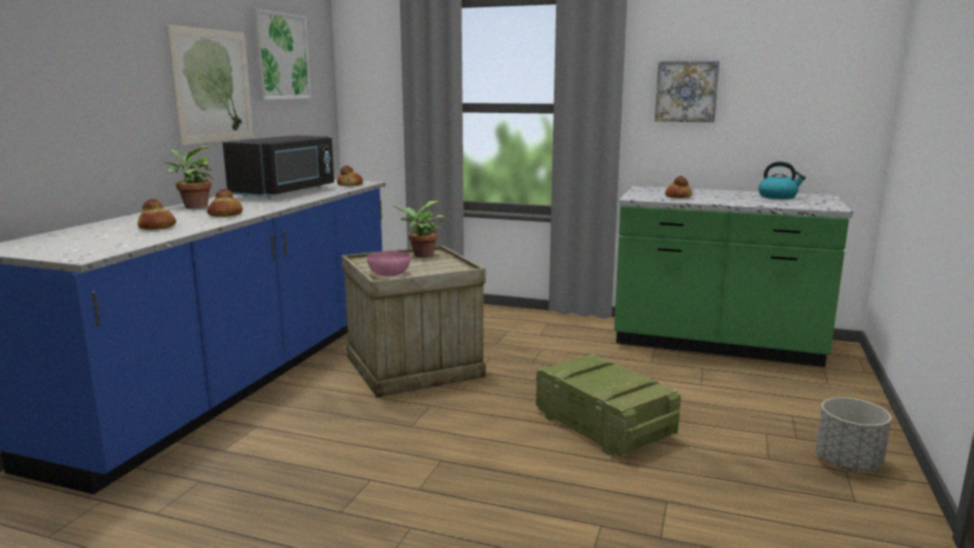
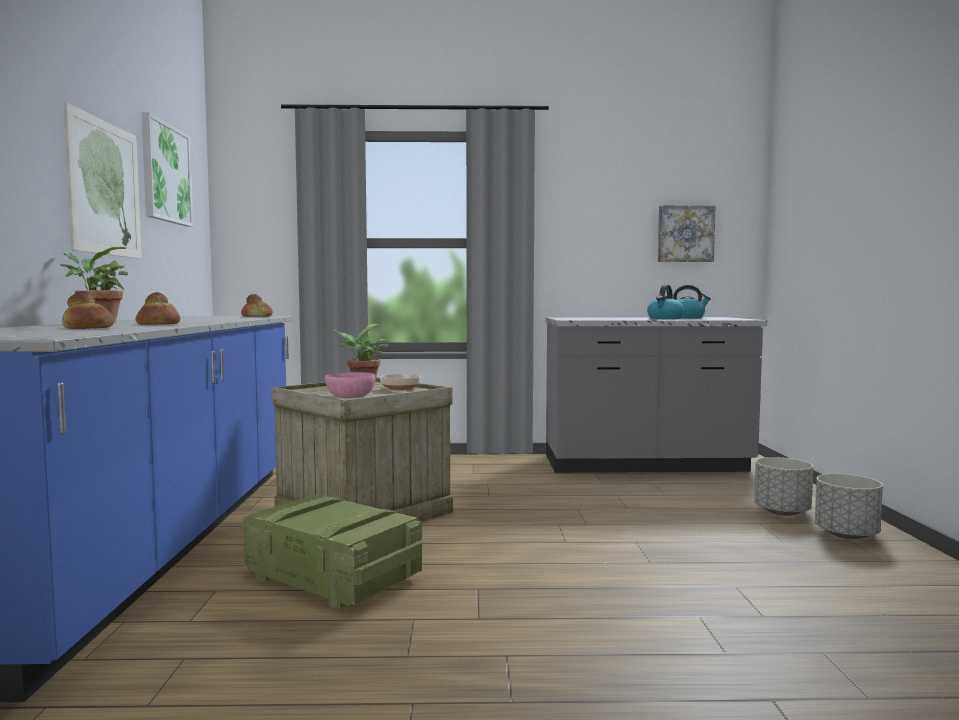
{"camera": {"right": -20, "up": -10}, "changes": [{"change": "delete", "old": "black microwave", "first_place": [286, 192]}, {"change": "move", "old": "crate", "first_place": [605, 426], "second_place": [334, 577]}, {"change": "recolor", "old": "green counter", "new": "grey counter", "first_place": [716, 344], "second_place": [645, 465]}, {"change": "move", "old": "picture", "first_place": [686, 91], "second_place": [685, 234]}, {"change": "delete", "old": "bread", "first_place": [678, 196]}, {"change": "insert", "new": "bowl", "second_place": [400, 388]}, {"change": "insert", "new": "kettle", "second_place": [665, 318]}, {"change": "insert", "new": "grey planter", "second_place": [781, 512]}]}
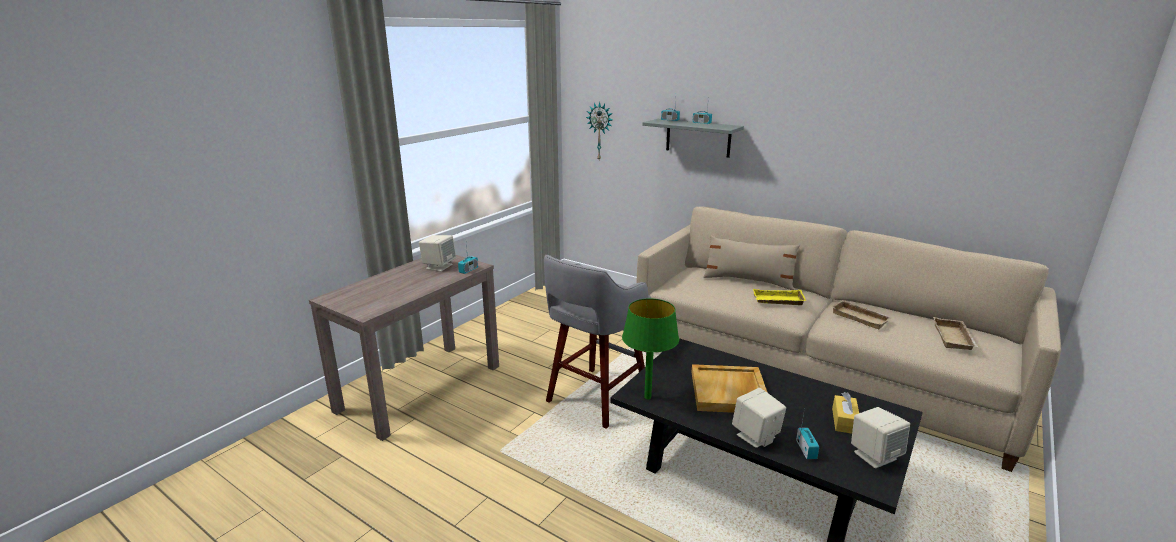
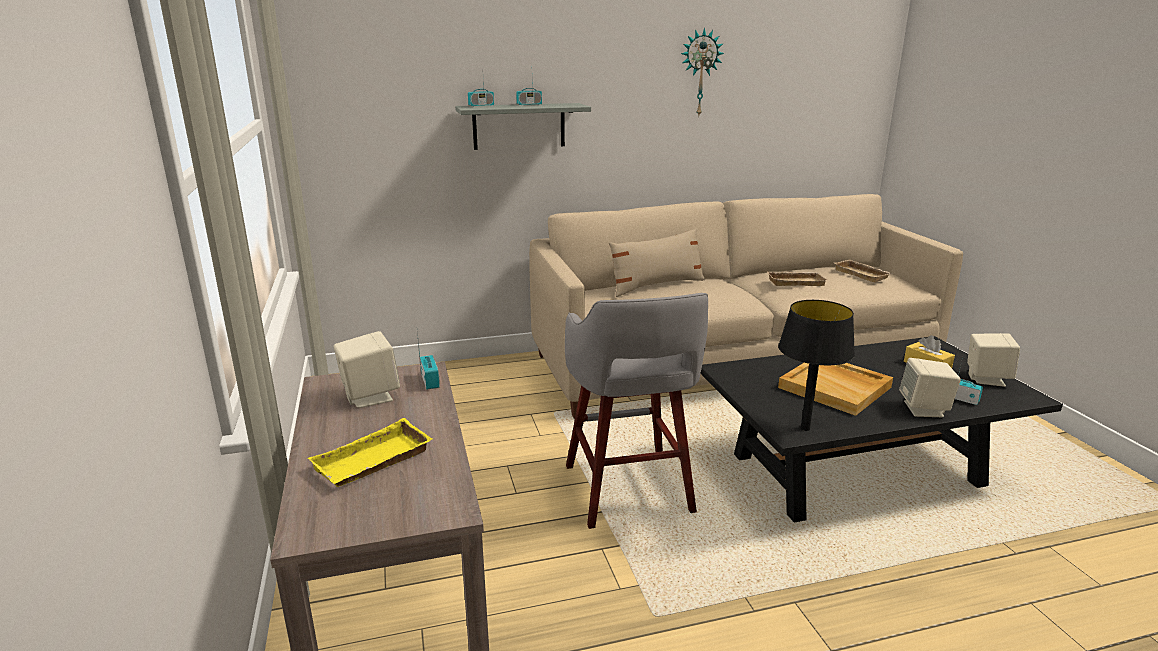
{"camera": {"right": -50, "up": 0}, "changes": [{"change": "move", "old": "wall clock", "first_place": [600, 131], "second_place": [699, 73]}, {"change": "recolor", "old": "green table lamp", "new": "black table lamp", "first_place": [647, 397], "second_place": [805, 428]}, {"change": "move", "old": "yellow tray", "first_place": [777, 301], "second_place": [373, 463]}]}
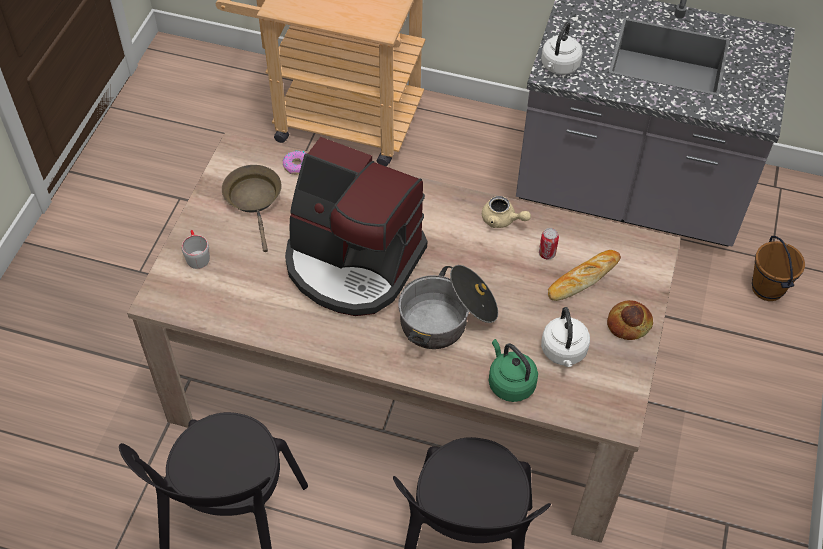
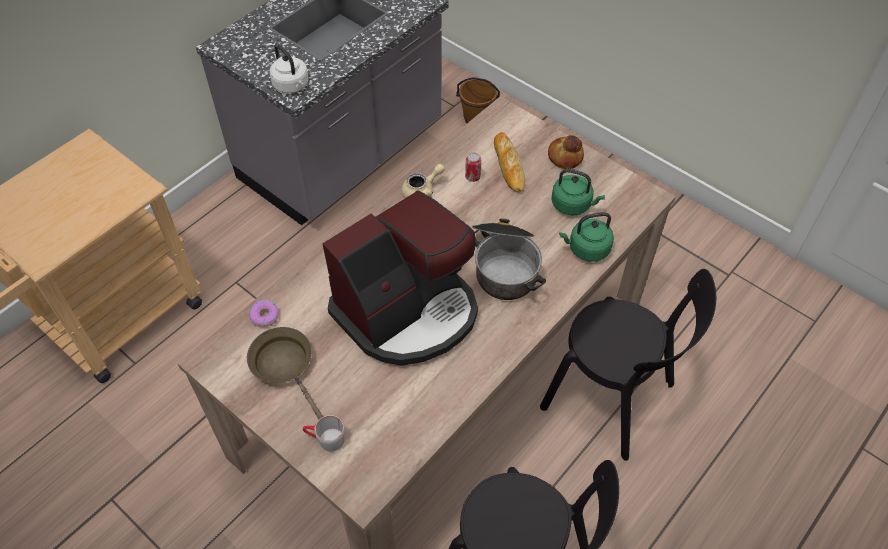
{"camera": {"right": -65, "up": 0}, "changes": [{"change": "rotate", "old": "brown frying pan", "first_place": [254, 200], "second_place": [285, 366], "degrees": 45}, {"change": "recolor", "old": "white kettle", "new": "green kettle", "first_place": [564, 352], "second_place": [573, 205]}]}
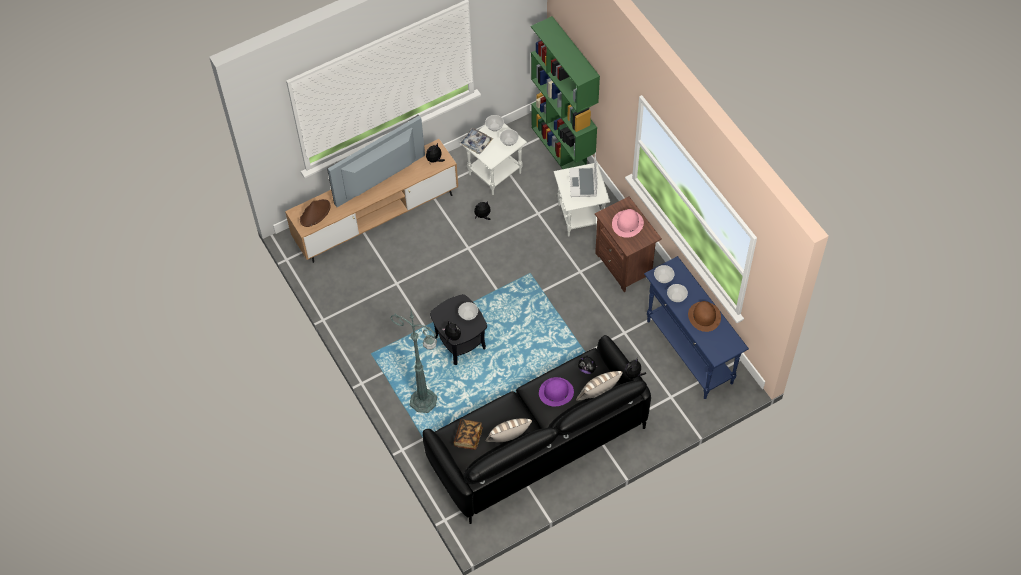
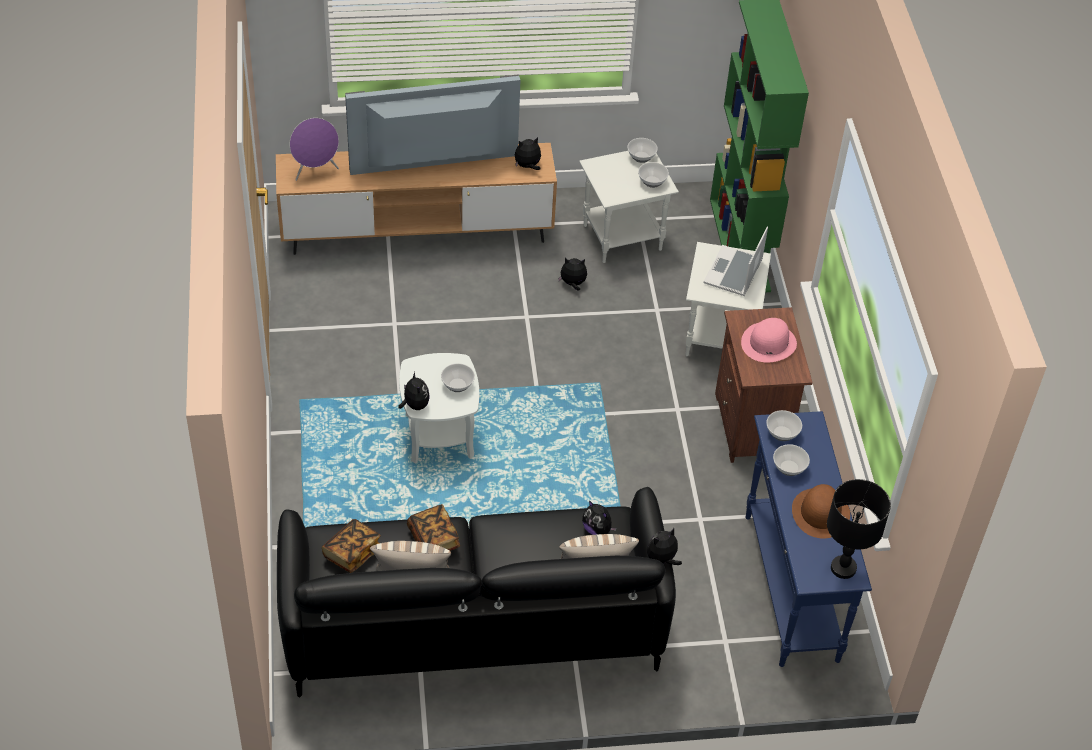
{"camera": {"right": 20, "up": -10}, "changes": [{"change": "replace", "old": "brown hat", "new": "purple speaker", "first_place": [315, 213], "second_place": [315, 171]}, {"change": "delete", "old": "green floor lamp", "first_place": [424, 401]}, {"change": "recolor", "old": "black side table", "new": "white side table", "first_place": [460, 342], "second_place": [439, 435]}, {"change": "delete", "old": "tray", "first_place": [476, 143]}, {"change": "delete", "old": "purple hat", "first_place": [556, 392]}, {"change": "insert", "new": "book", "second_place": [433, 539]}, {"change": "insert", "new": "black table lamp", "second_place": [843, 568]}]}
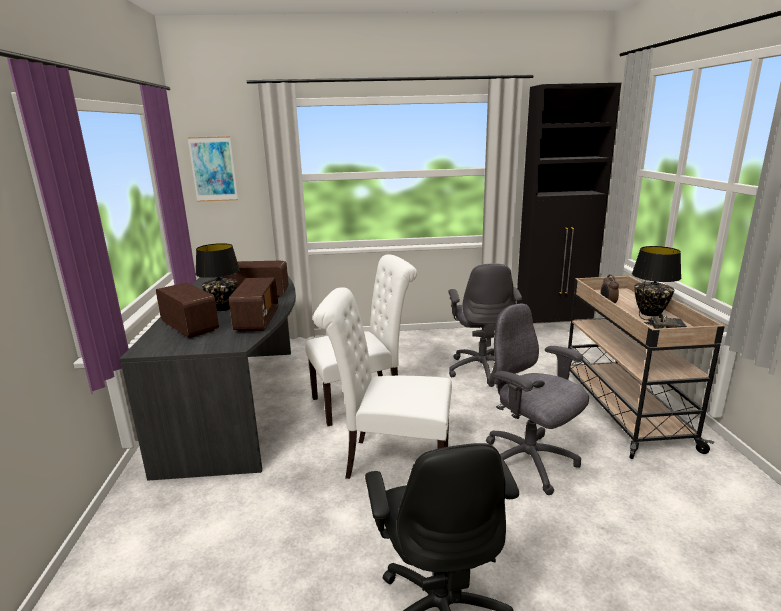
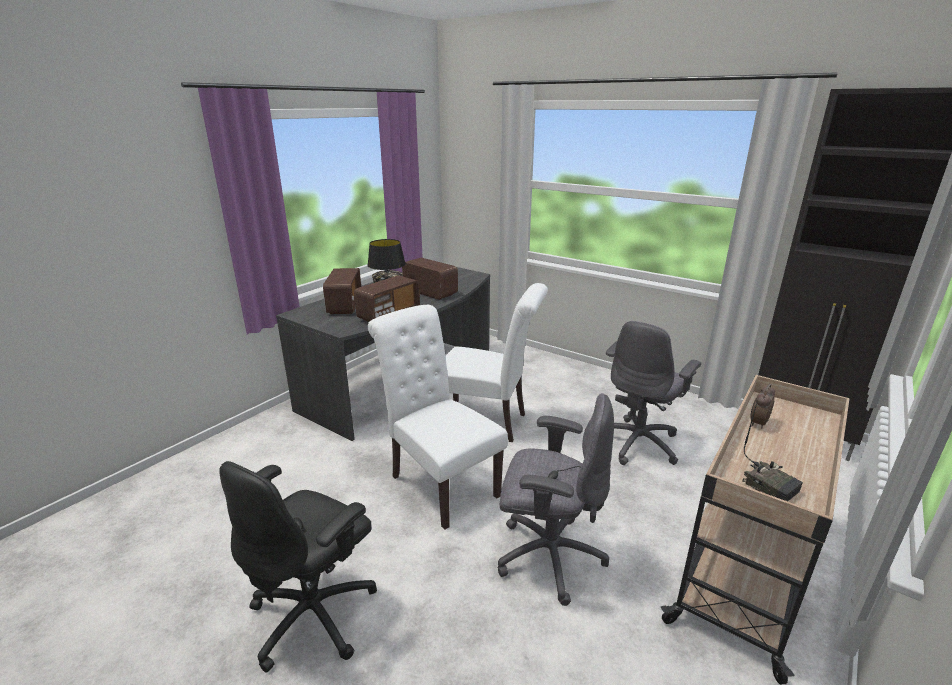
{"camera": {"right": 40, "up": 5}, "changes": [{"change": "delete", "old": "picture", "first_place": [213, 169]}, {"change": "rotate", "old": "grey office chair", "first_place": [529, 463], "second_place": [548, 555], "degrees": 105}, {"change": "delete", "old": "black table lamp", "first_place": [650, 313]}]}
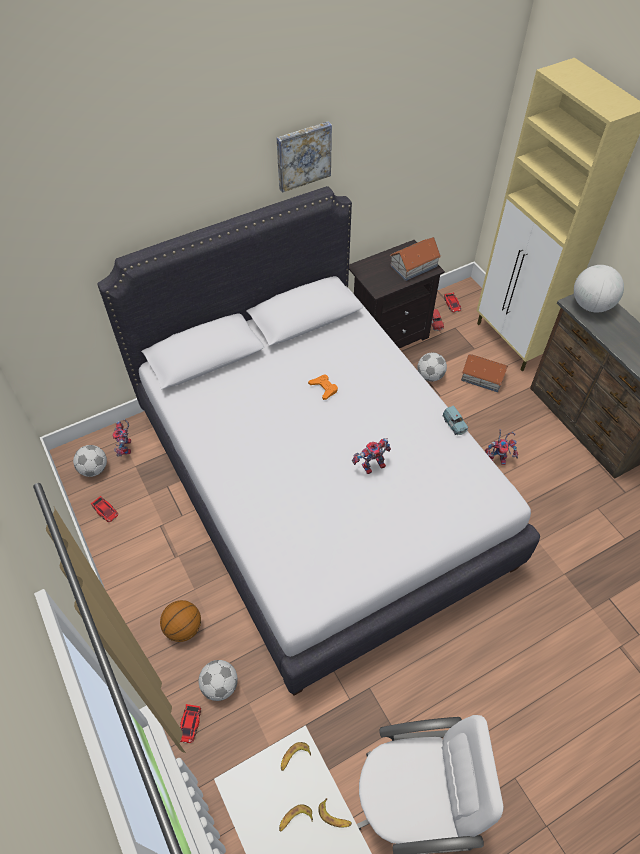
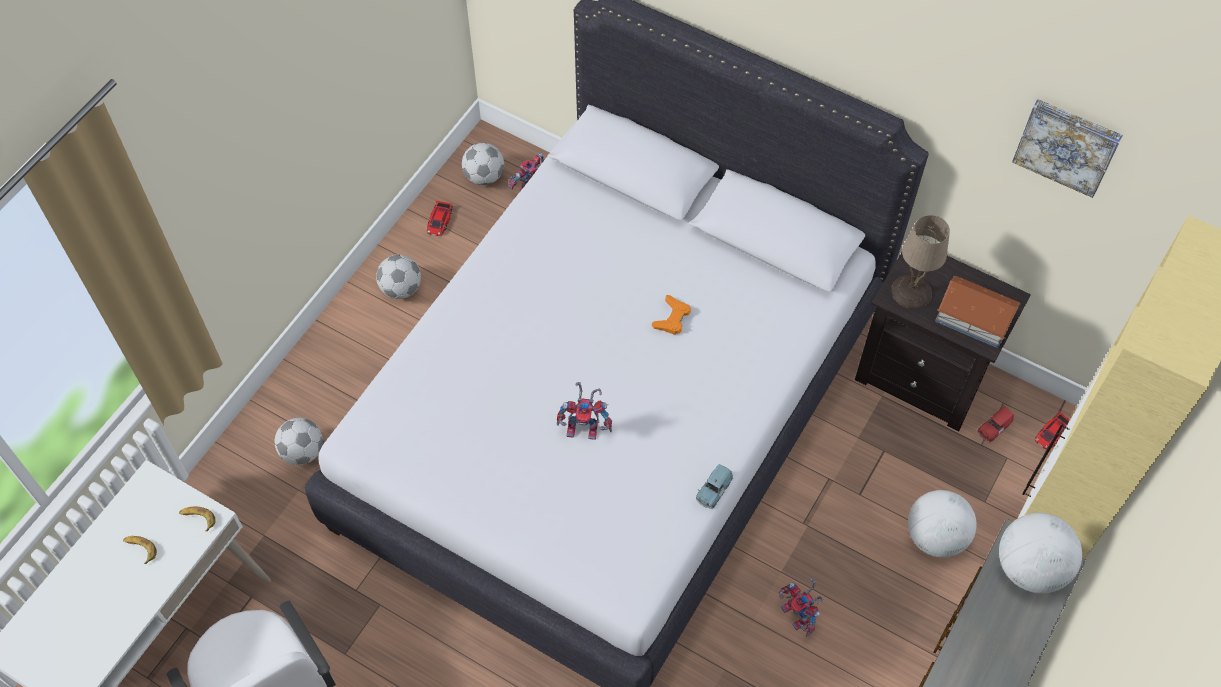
{"camera": {"right": 60, "up": 5}, "changes": [{"change": "delete", "old": "basketball", "first_place": [183, 628]}, {"change": "delete", "old": "toy car", "first_place": [190, 724]}, {"change": "move", "old": "picture", "first_place": [303, 155], "second_place": [1067, 145]}, {"change": "delete", "old": "banana", "first_place": [334, 816]}, {"change": "rotate", "old": "toy robot", "first_place": [372, 468], "second_place": [585, 428], "degrees": 150}, {"change": "move", "old": "football", "first_place": [430, 376], "second_place": [401, 288]}, {"change": "replace", "old": "toy house", "new": "globe", "first_place": [483, 378], "second_place": [935, 537]}, {"change": "insert", "new": "beige table lamp", "second_place": [911, 290]}]}
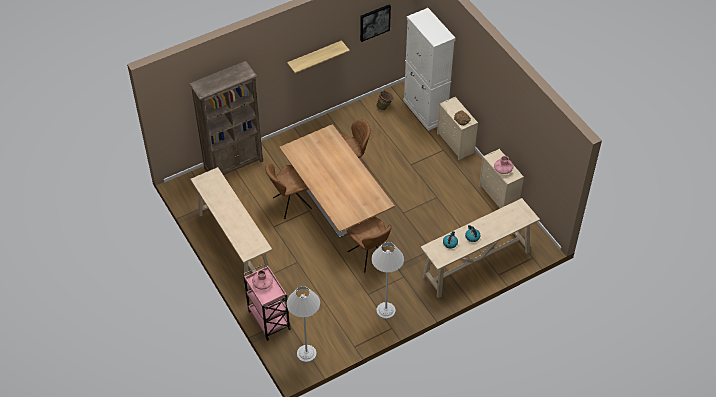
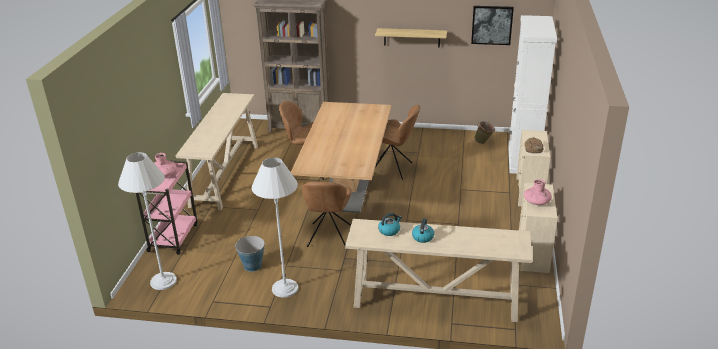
{"camera": {"right": 40, "up": -20}, "changes": [{"change": "insert", "new": "bucket", "second_place": [252, 265]}]}
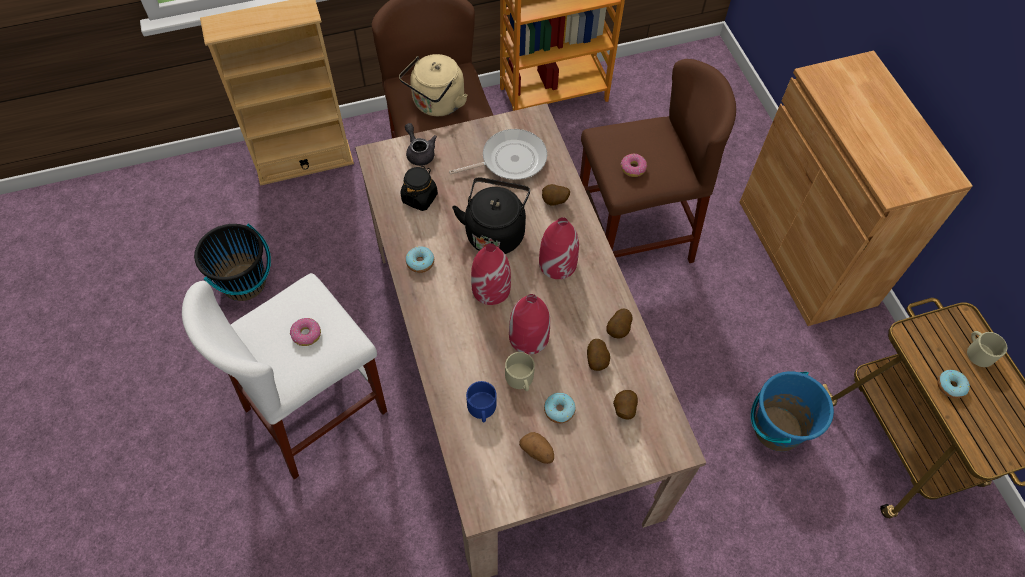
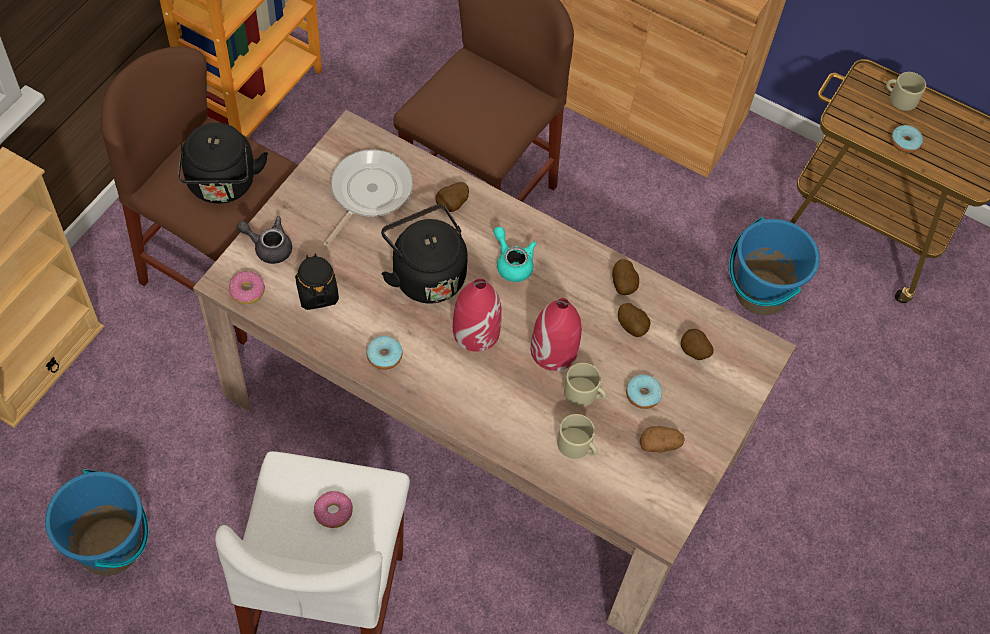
{"camera": {"right": -45, "up": 0}, "changes": [{"change": "recolor", "old": "black bucket", "new": "blue bucket", "first_place": [244, 283], "second_place": [110, 546]}, {"change": "recolor", "old": "beige kettle", "new": "black kettle", "first_place": [436, 104], "second_place": [222, 185]}, {"change": "recolor", "old": "blue mug", "new": "beige mug", "first_place": [482, 409], "second_place": [577, 446]}, {"change": "replace", "old": "red vase", "new": "turquoise teapot", "first_place": [557, 263], "second_place": [512, 263]}, {"change": "move", "old": "donut", "first_place": [633, 168], "second_place": [247, 291]}]}
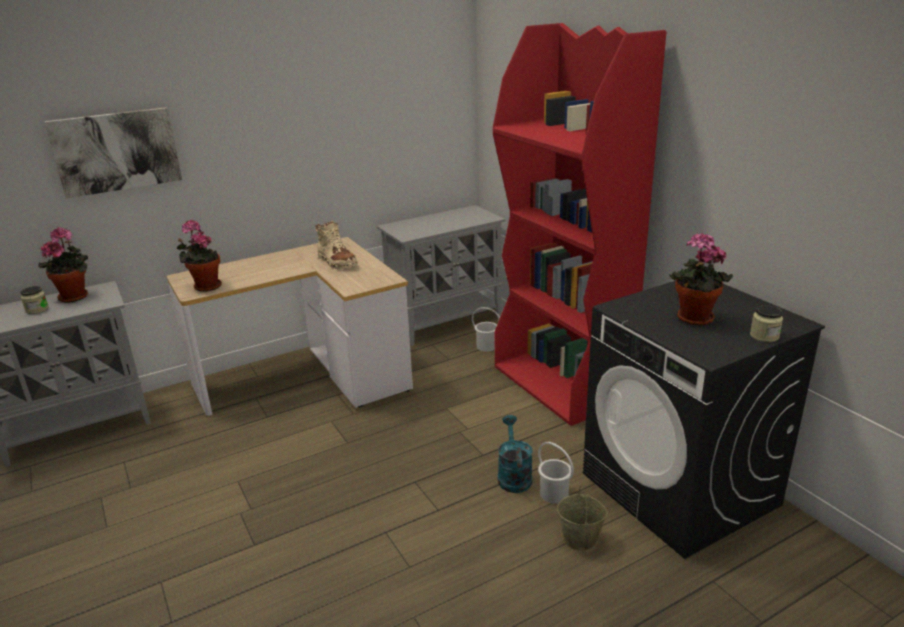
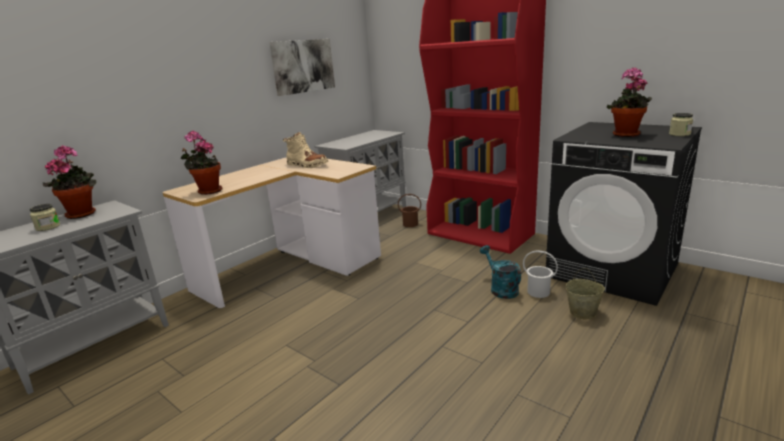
{"camera": {"right": -20, "up": -5}, "changes": [{"change": "move", "old": "picture", "first_place": [116, 151], "second_place": [303, 66]}, {"change": "recolor", "old": "white bucket", "new": "brown bucket", "first_place": [486, 346], "second_place": [410, 224]}]}
